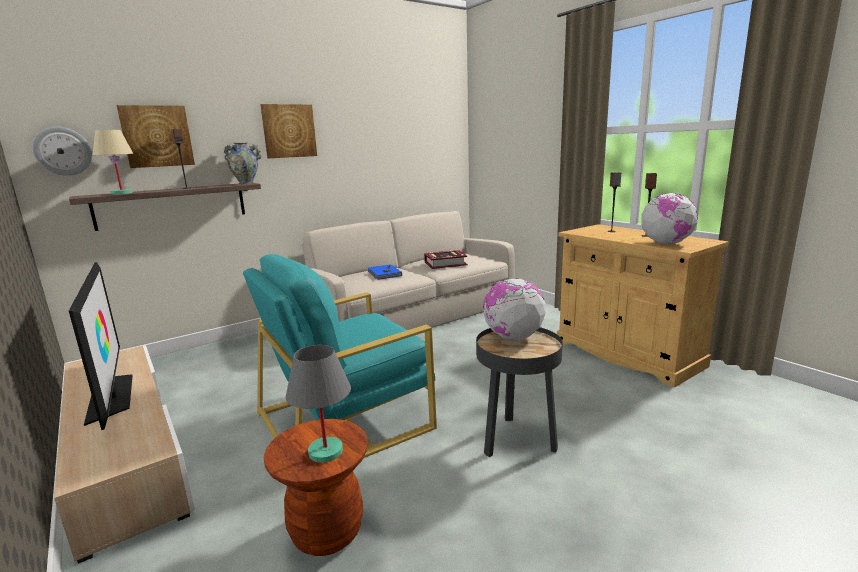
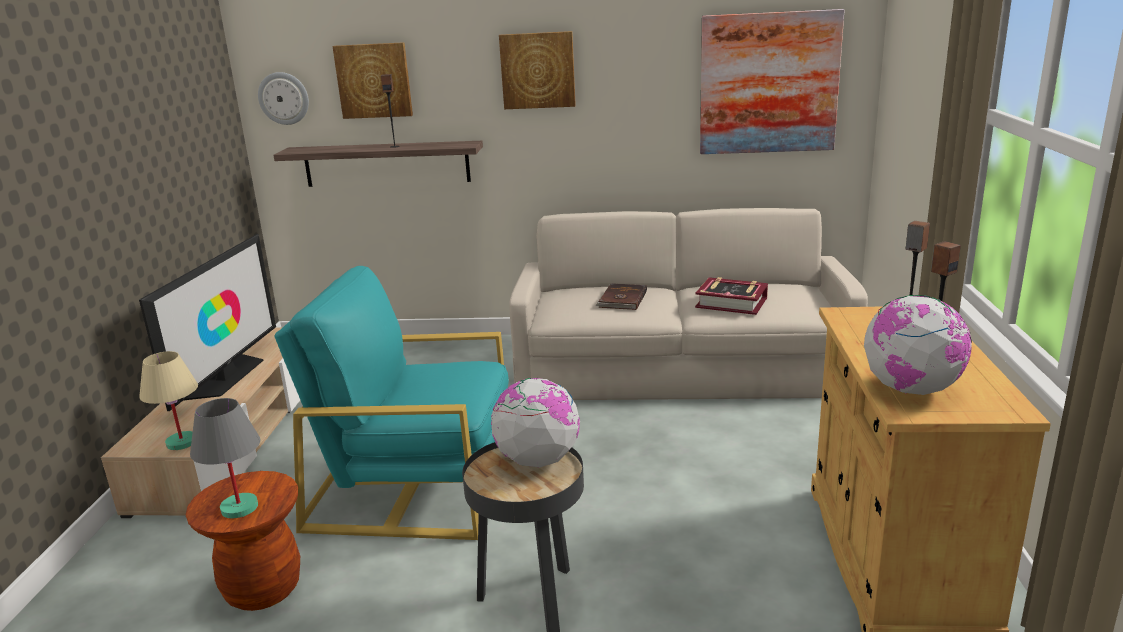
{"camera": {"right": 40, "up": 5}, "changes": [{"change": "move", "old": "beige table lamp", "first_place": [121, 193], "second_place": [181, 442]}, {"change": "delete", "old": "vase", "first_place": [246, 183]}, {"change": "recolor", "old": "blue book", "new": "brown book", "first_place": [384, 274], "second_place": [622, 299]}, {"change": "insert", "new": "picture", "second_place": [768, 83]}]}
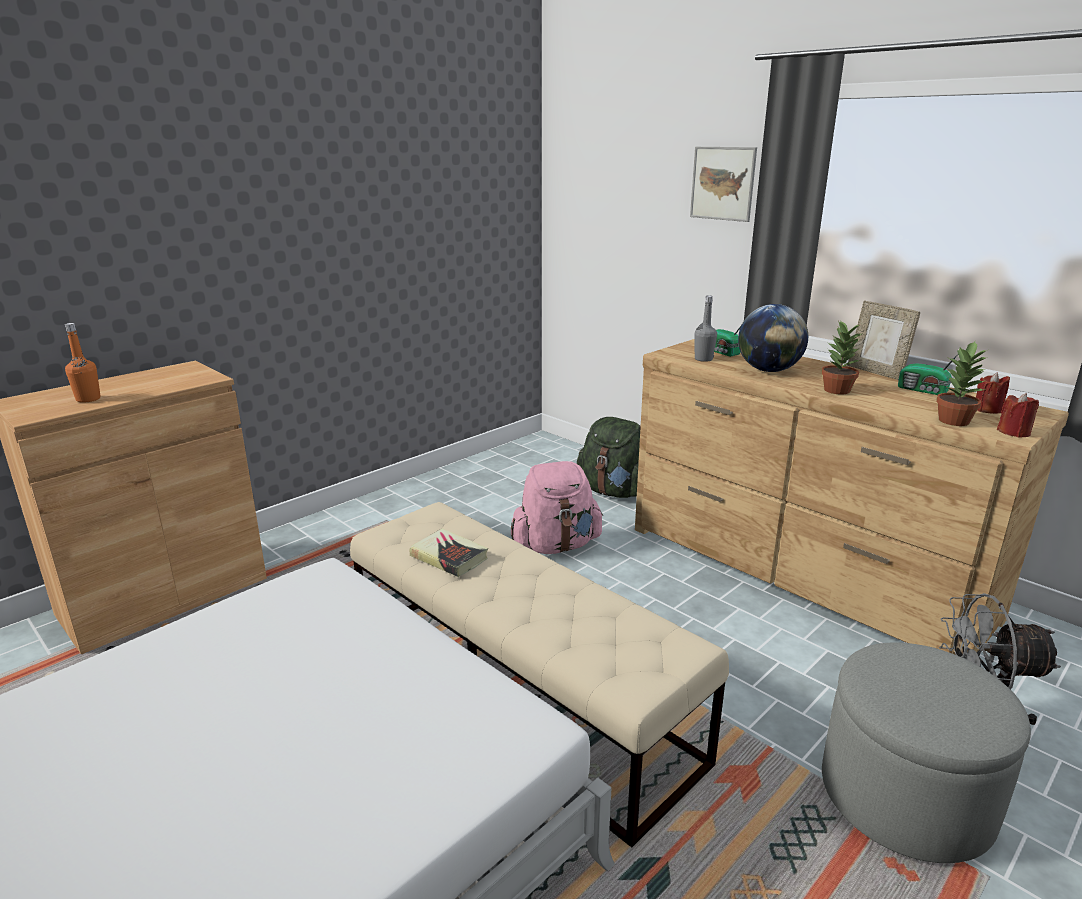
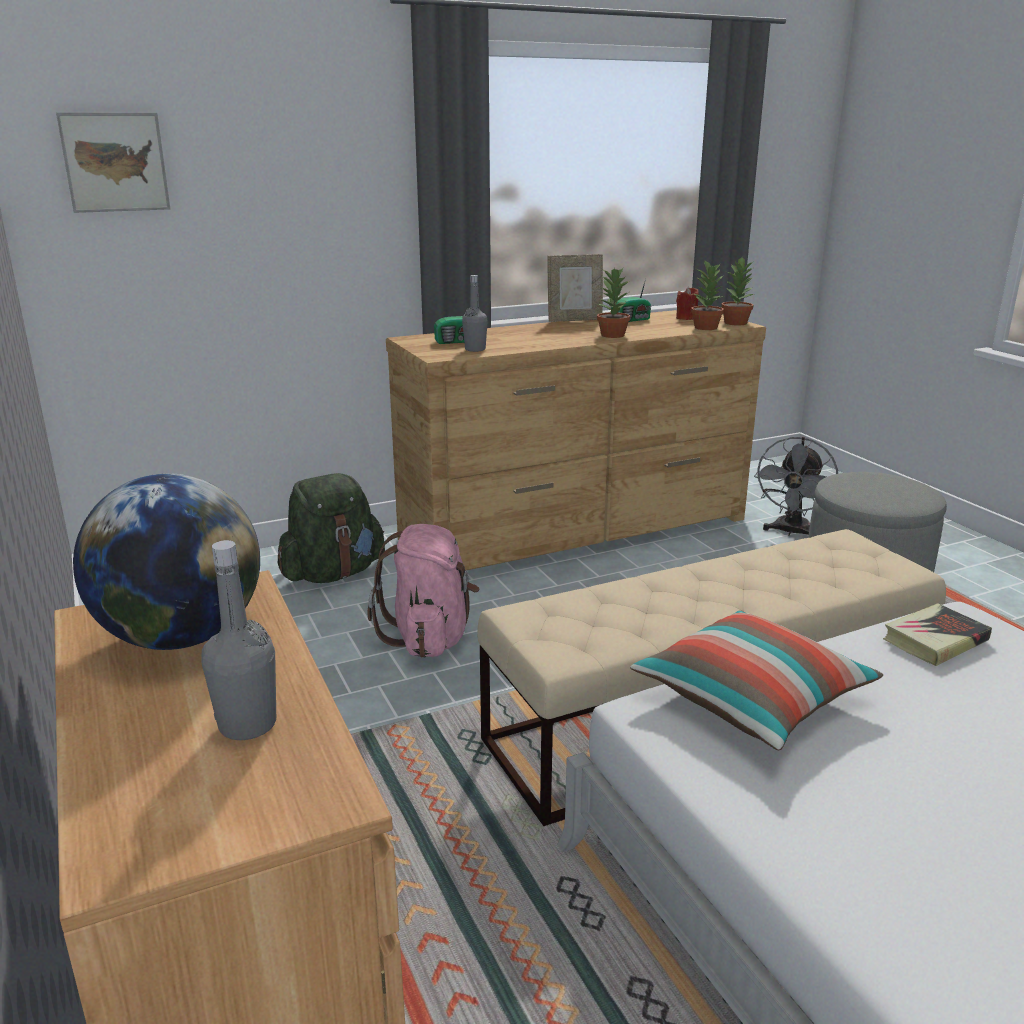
{"camera": {"right": -70, "up": 0}, "changes": [{"change": "recolor", "old": "orange bottle", "new": "grey bottle", "first_place": [88, 399], "second_place": [247, 724]}, {"change": "move", "old": "book", "first_place": [449, 557], "second_place": [935, 640]}, {"change": "move", "old": "picture", "first_place": [722, 183], "second_place": [115, 162]}, {"change": "move", "old": "globe", "first_place": [768, 370], "second_place": [182, 637]}, {"change": "replace", "old": "red candle", "new": "potted plant", "first_place": [1014, 432], "second_place": [736, 323]}, {"change": "insert", "new": "pillow", "second_place": [752, 700]}]}
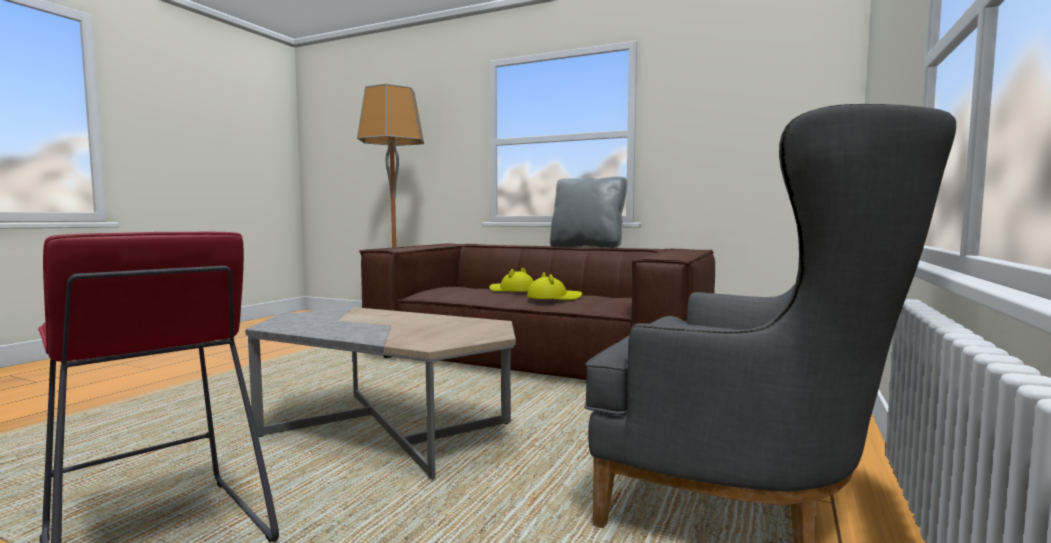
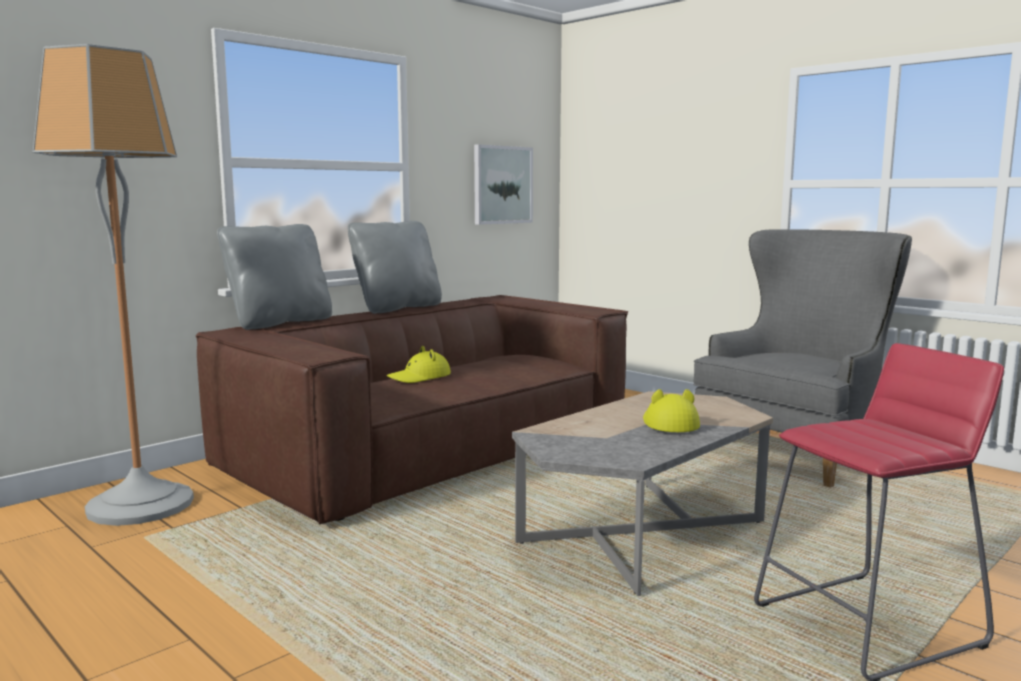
{"camera": {"right": -70, "up": 5}, "changes": [{"change": "move", "old": "yellow hat", "first_place": [554, 298], "second_place": [669, 423]}, {"change": "insert", "new": "grey pillow", "second_place": [280, 322]}, {"change": "insert", "new": "picture", "second_place": [502, 185]}]}
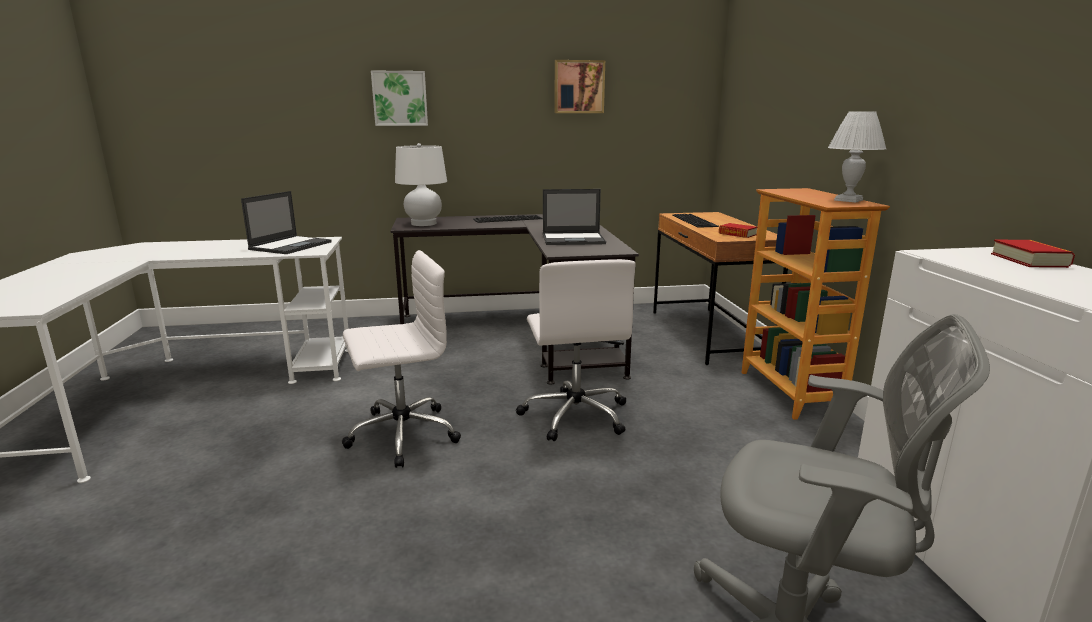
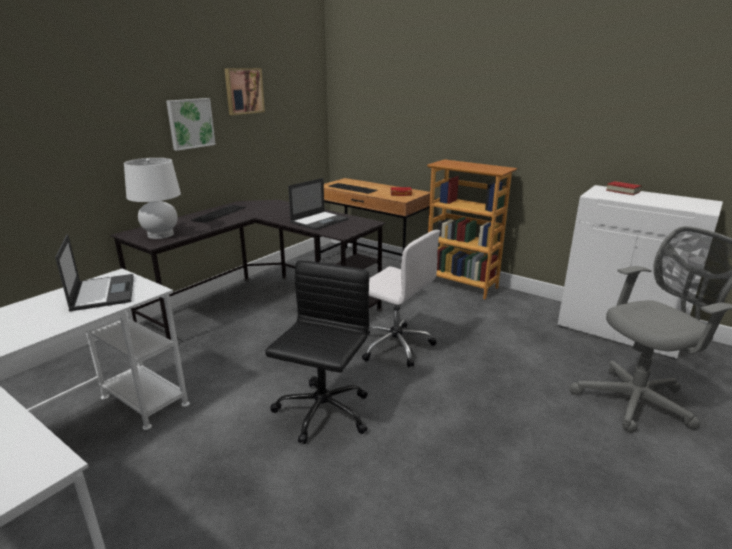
{"camera": {"right": -45, "up": 5}, "changes": [{"change": "recolor", "old": "white office chair", "new": "black office chair", "first_place": [401, 435], "second_place": [322, 413]}, {"change": "move", "old": "picture", "first_place": [400, 98], "second_place": [190, 123]}, {"change": "delete", "old": "white table lamp", "first_place": [847, 200]}]}
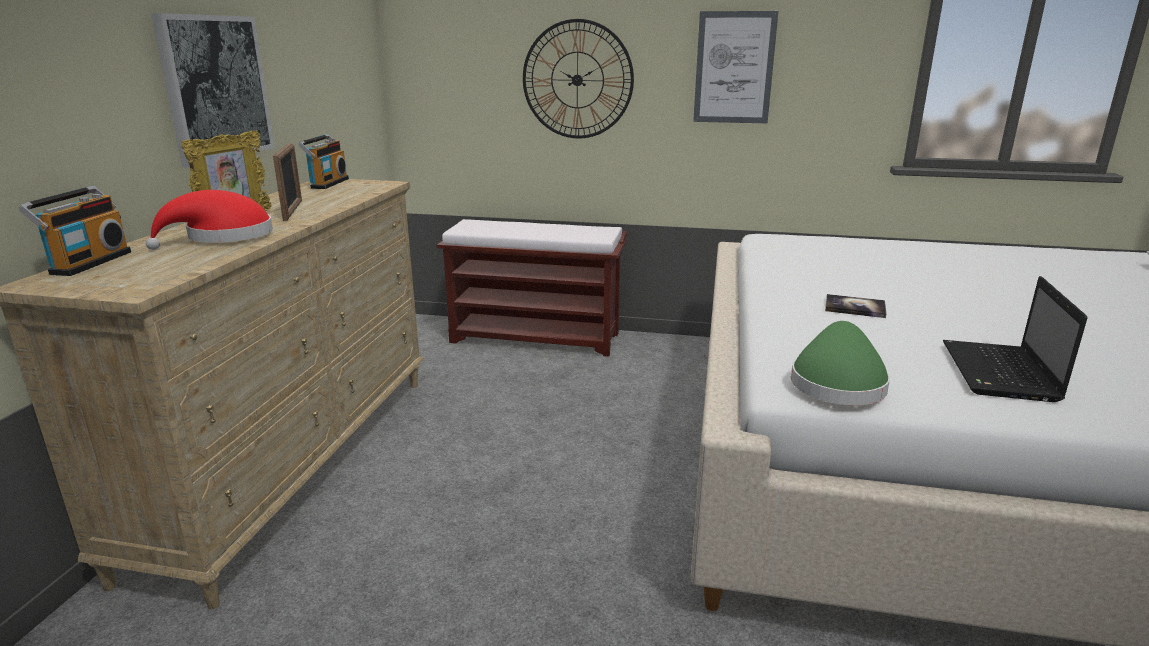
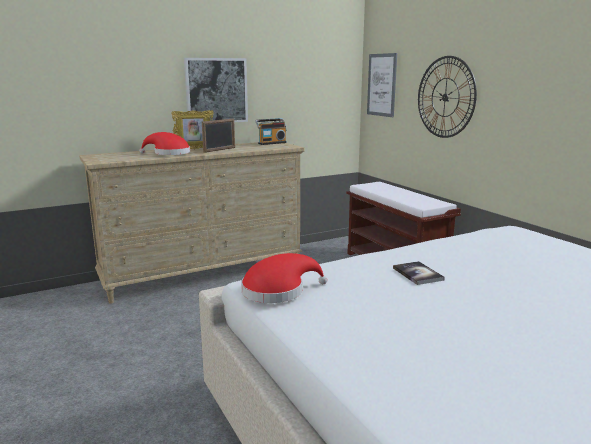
{"camera": {"right": 50, "up": -5}, "changes": [{"change": "delete", "old": "radio", "first_place": [88, 262]}, {"change": "move", "old": "picture", "first_place": [734, 68], "second_place": [381, 85]}, {"change": "recolor", "old": "green hat", "new": "red hat", "first_place": [837, 383], "second_place": [278, 291]}, {"change": "delete", "old": "laptop", "first_place": [1000, 373]}]}
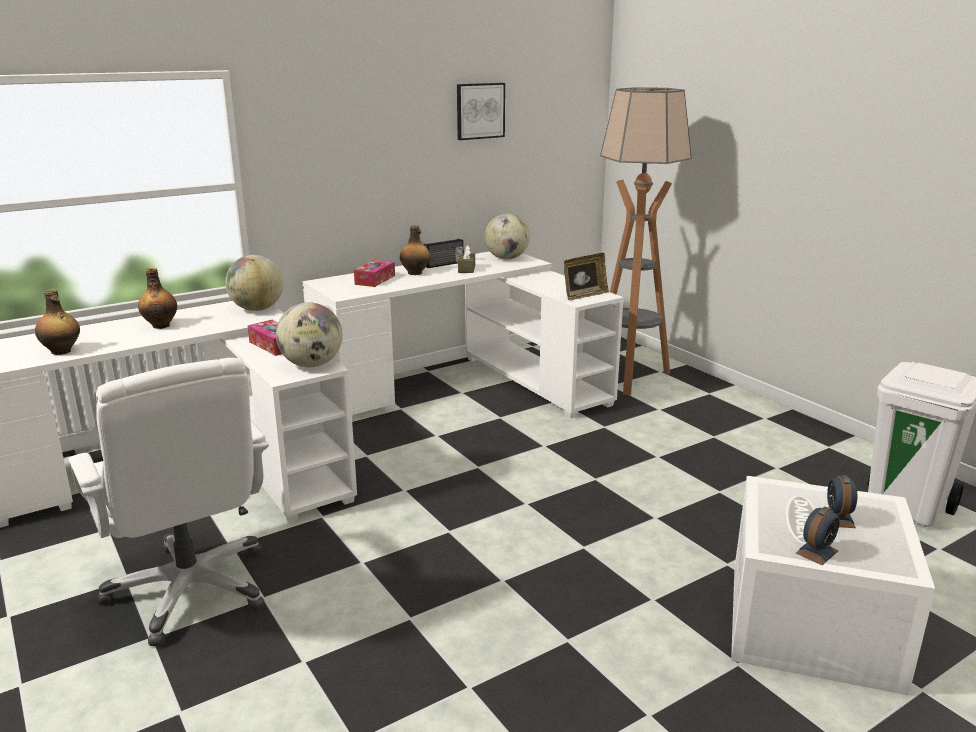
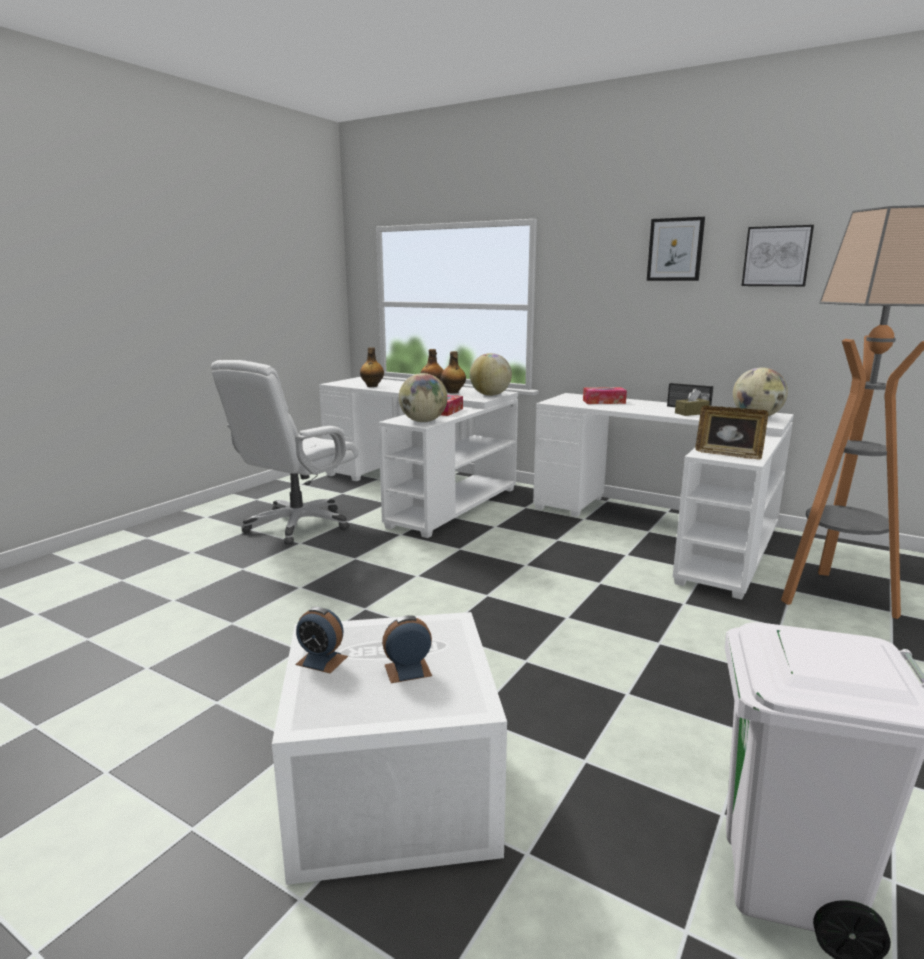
{"camera": {"right": 65, "up": -5}, "changes": [{"change": "move", "old": "bottle", "first_place": [415, 273], "second_place": [453, 392]}, {"change": "insert", "new": "picture", "second_place": [675, 249]}]}
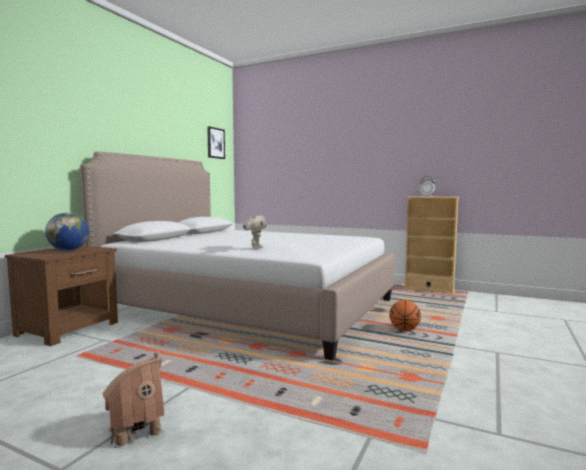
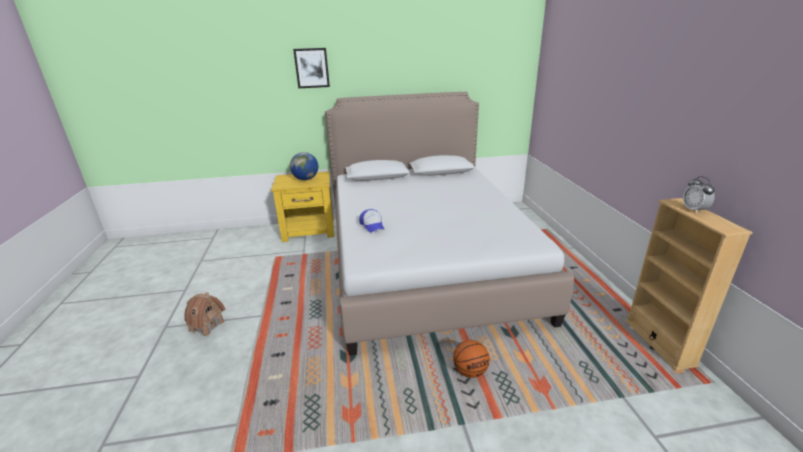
{"camera": {"right": 55, "up": 20}, "changes": [{"change": "recolor", "old": "brown nightstand", "new": "yellow nightstand", "first_place": [69, 328], "second_place": [309, 230]}, {"change": "move", "old": "picture", "first_place": [215, 143], "second_place": [312, 68]}, {"change": "replace", "old": "toy robot", "new": "cap", "first_place": [255, 247], "second_place": [372, 225]}]}
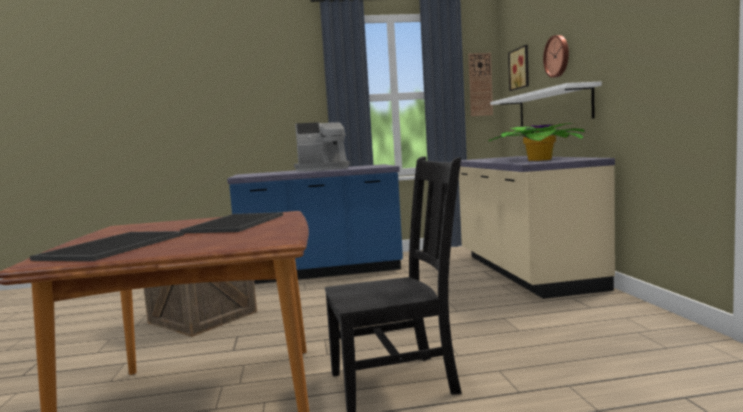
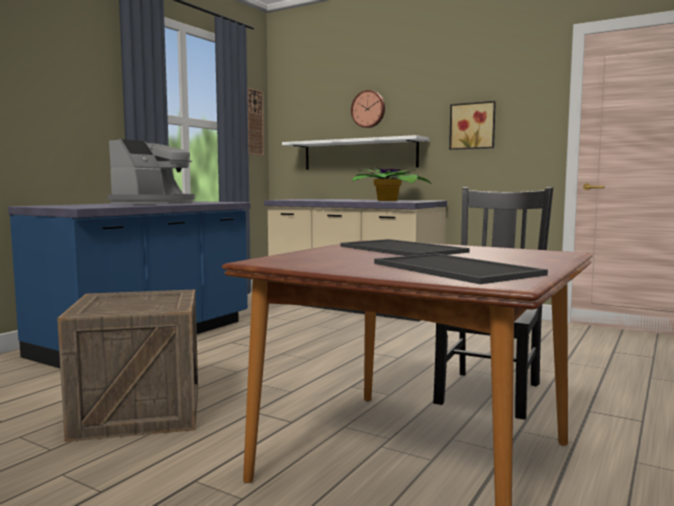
{"camera": {"right": -50, "up": 0}, "changes": [{"change": "move", "old": "picture", "first_place": [520, 68], "second_place": [473, 126]}]}
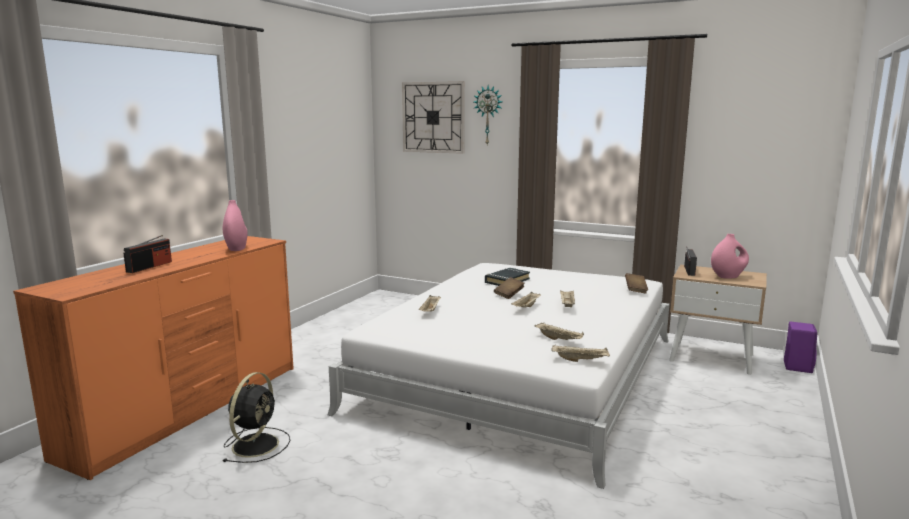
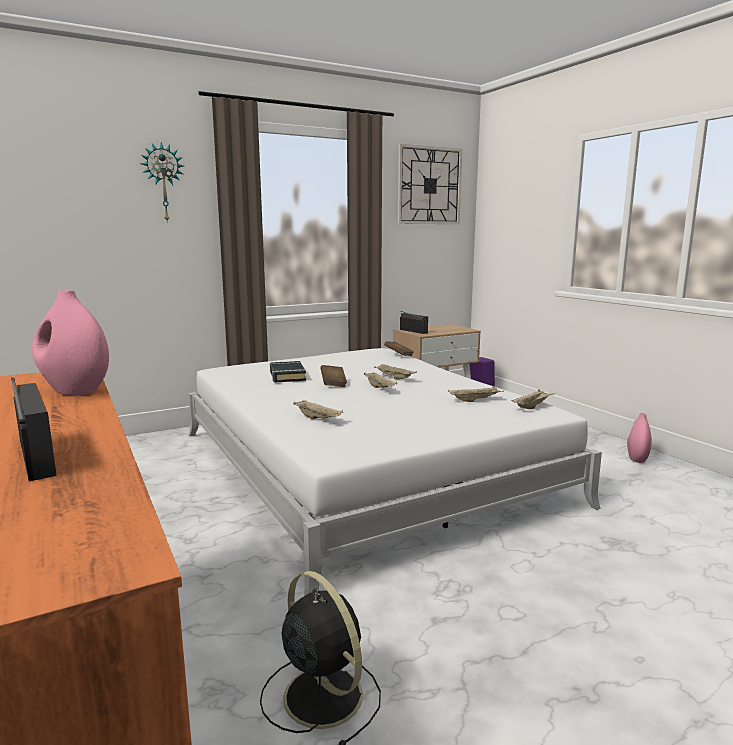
{"camera": {"right": -55, "up": 0}, "changes": [{"change": "move", "old": "wall clock", "first_place": [433, 117], "second_place": [429, 186]}, {"change": "move", "old": "pink vase", "first_place": [728, 276], "second_place": [637, 459]}]}
